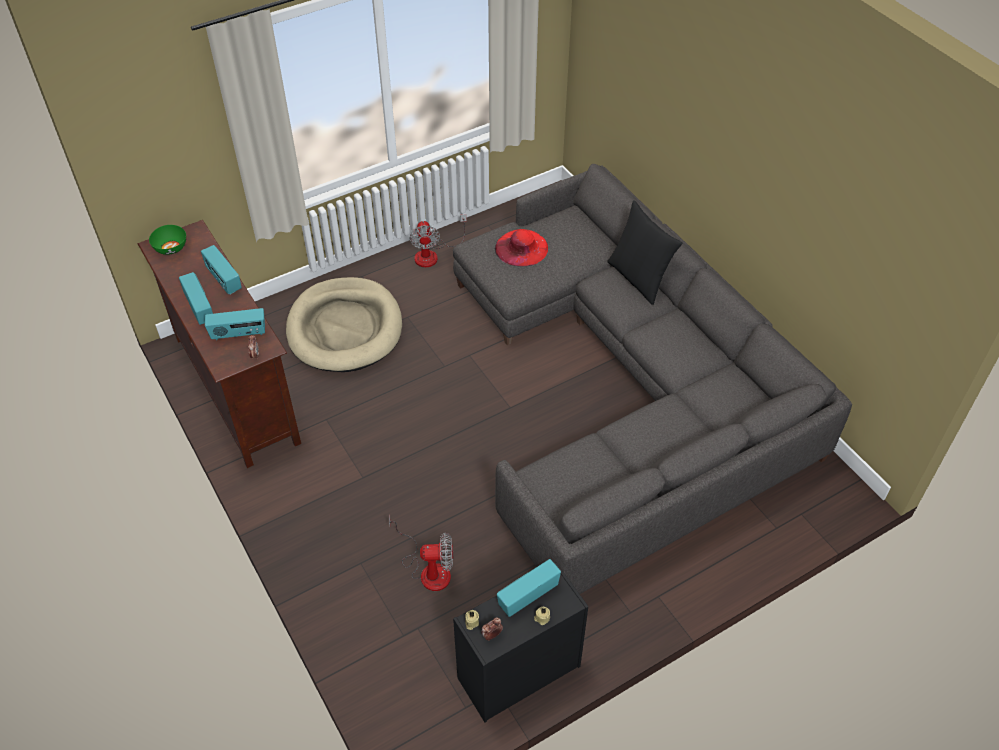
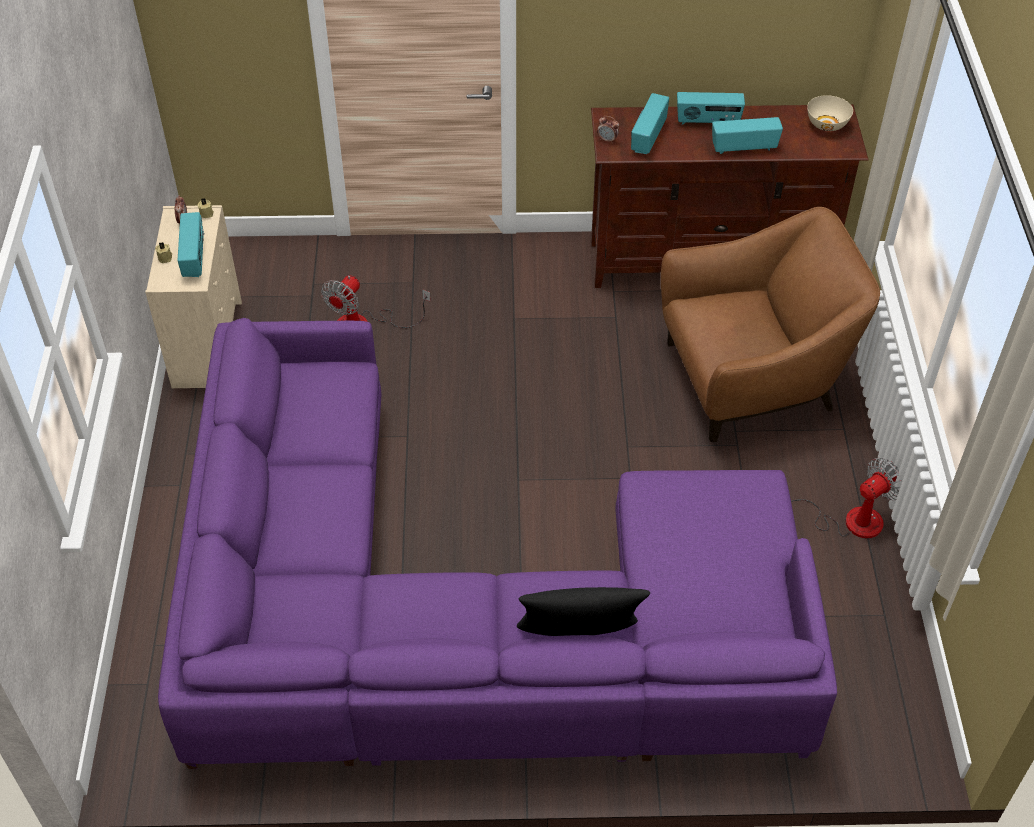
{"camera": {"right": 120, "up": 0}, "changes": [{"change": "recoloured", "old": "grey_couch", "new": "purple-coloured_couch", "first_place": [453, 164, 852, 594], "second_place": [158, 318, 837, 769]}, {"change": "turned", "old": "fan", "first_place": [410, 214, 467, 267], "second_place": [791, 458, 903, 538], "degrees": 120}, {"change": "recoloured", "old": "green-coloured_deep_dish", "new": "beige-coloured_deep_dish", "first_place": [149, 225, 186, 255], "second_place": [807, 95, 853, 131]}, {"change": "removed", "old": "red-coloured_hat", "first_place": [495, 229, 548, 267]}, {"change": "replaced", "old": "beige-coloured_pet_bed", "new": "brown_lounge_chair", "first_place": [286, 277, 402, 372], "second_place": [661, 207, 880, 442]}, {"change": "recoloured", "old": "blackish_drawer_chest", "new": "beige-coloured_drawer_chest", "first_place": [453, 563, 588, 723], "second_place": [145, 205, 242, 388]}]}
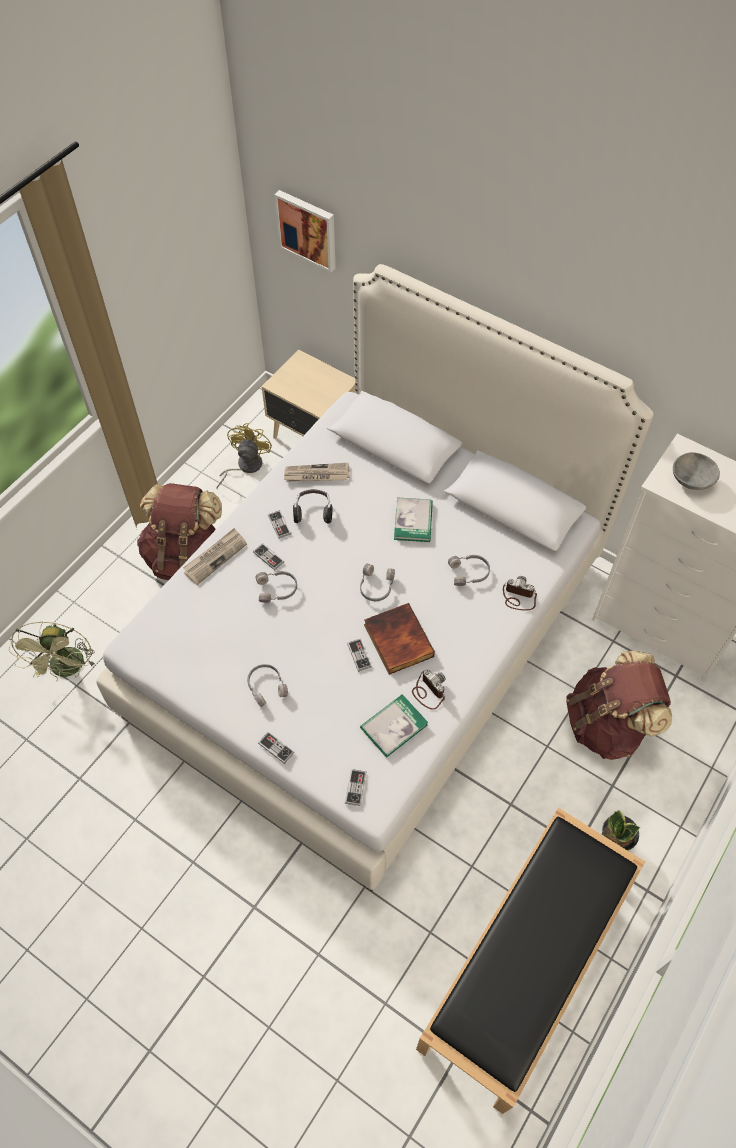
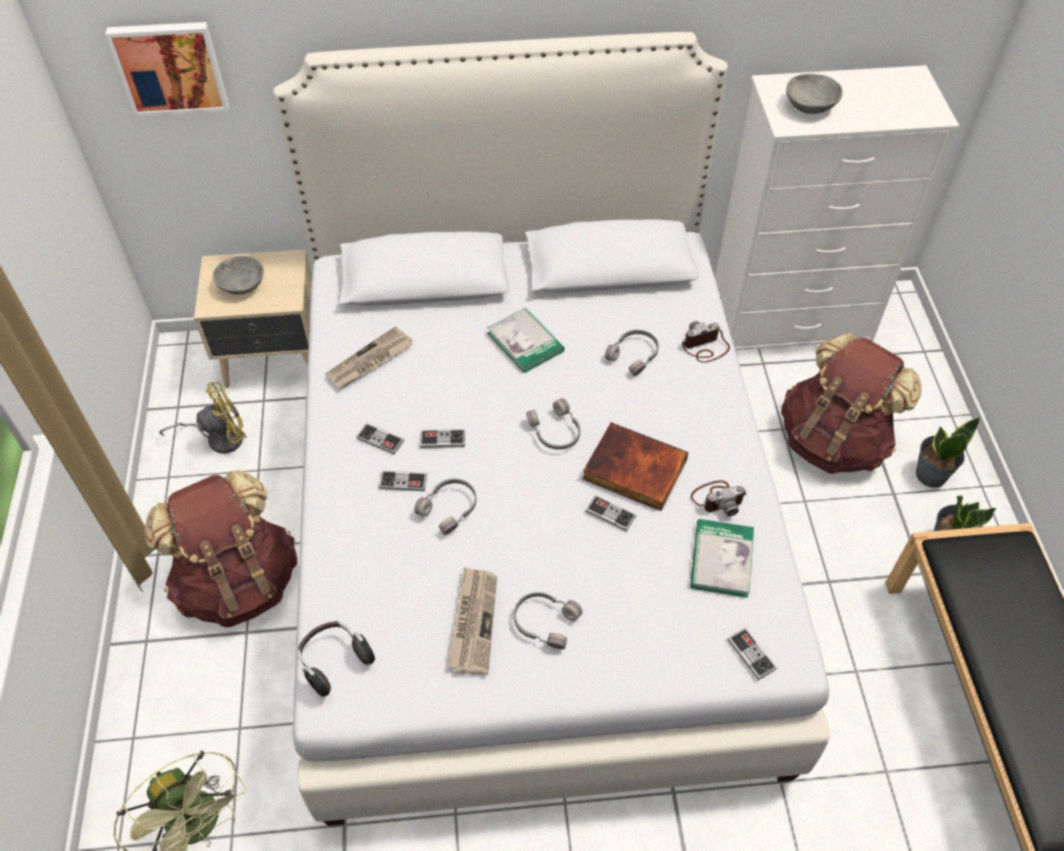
{"camera": {"right": -40, "up": -5}, "changes": [{"change": "turned", "old": "yellow_fan", "first_place": [216, 423, 272, 489], "second_place": [159, 382, 247, 454], "degrees": 90}, {"change": "moved", "old": "headset", "first_place": [293, 489, 333, 524], "second_place": [298, 621, 375, 697]}, {"change": "moved", "old": "printed_paper", "first_place": [183, 528, 247, 585], "second_place": [448, 567, 497, 675]}, {"change": "turned", "old": "photo_camera", "first_place": [412, 670, 446, 710], "second_place": [691, 480, 747, 516], "degrees": 150}, {"change": "moved", "old": "gamepad", "first_place": [258, 732, 295, 764], "second_place": [420, 429, 465, 448]}, {"change": "added", "new": "grey_deep_dish", "second_place": [213, 256, 264, 295]}, {"change": "added", "new": "plant_in_a_pot", "second_place": [916, 417, 980, 488]}]}
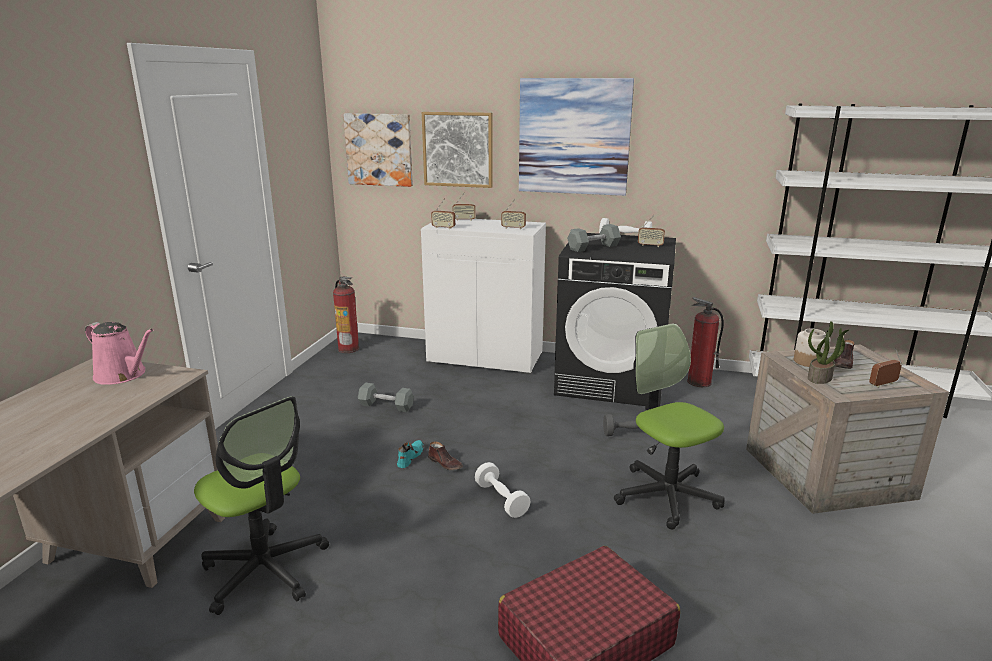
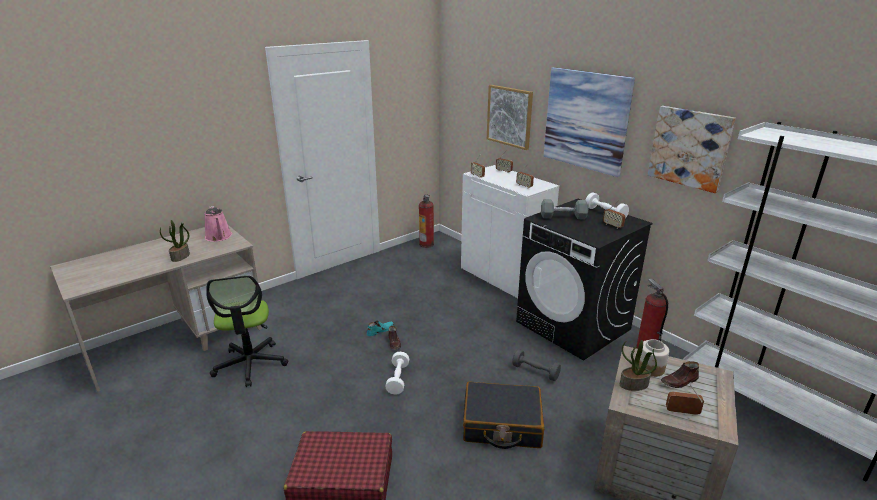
{"camera": {"right": 35, "up": 5}, "changes": [{"change": "moved", "old": "picture", "first_place": [343, 113, 413, 187], "second_place": [648, 106, 735, 193]}, {"change": "replaced", "old": "computer_chair", "new": "blackish_travel_case", "first_place": [614, 323, 725, 530], "second_place": [463, 381, 544, 449]}, {"change": "removed", "old": "grey_free_weight", "first_place": [358, 383, 414, 412]}, {"change": "added", "new": "plant_in_a_pot", "second_place": [160, 220, 190, 262]}]}
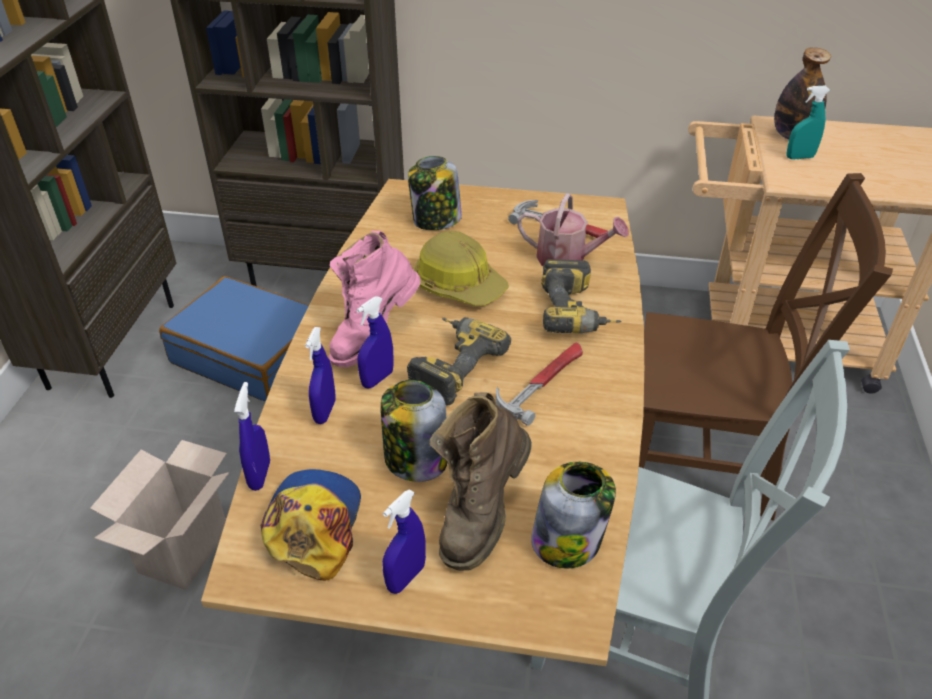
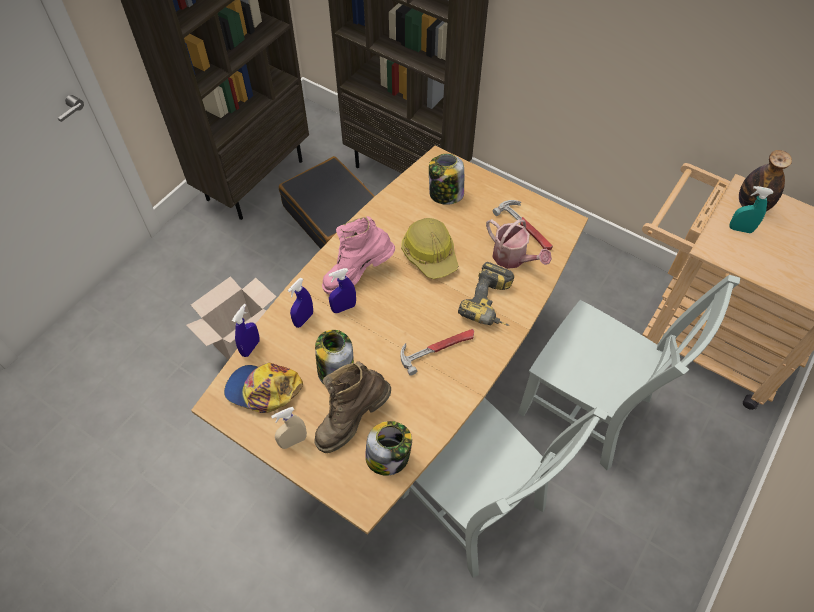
{"camera": {"right": 25, "up": 15}, "changes": [{"change": "recoloured", "old": "brown_plain_chair", "new": "grey_plain_chair", "first_place": [639, 173, 893, 521], "second_place": [518, 275, 740, 470]}, {"change": "recoloured", "old": "blue_travel_case", "new": "blackish_travel_case", "first_place": [159, 276, 309, 402], "second_place": [279, 156, 375, 249]}, {"change": "removed", "old": "drill", "first_place": [407, 317, 511, 405]}, {"change": "turned", "old": "peaked_cap", "first_place": [260, 469, 361, 581], "second_place": [224, 363, 303, 413], "degrees": -105}, {"change": "recoloured", "old": "blue_sprayer", "new": "beige-coloured_sprayer", "first_place": [382, 489, 426, 594], "second_place": [271, 407, 307, 449]}]}
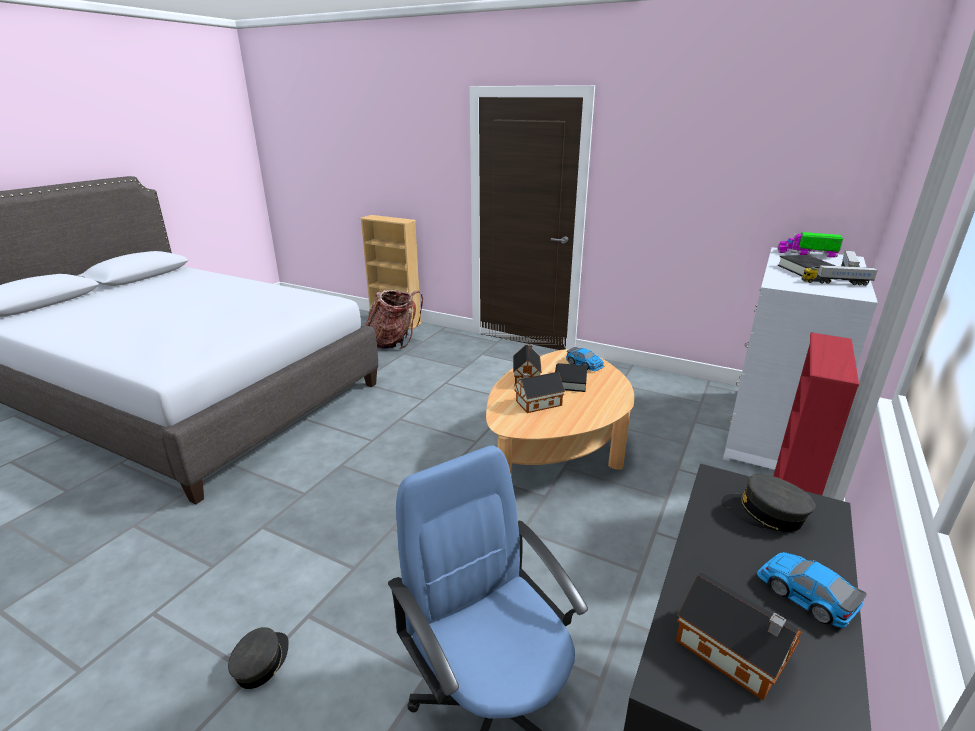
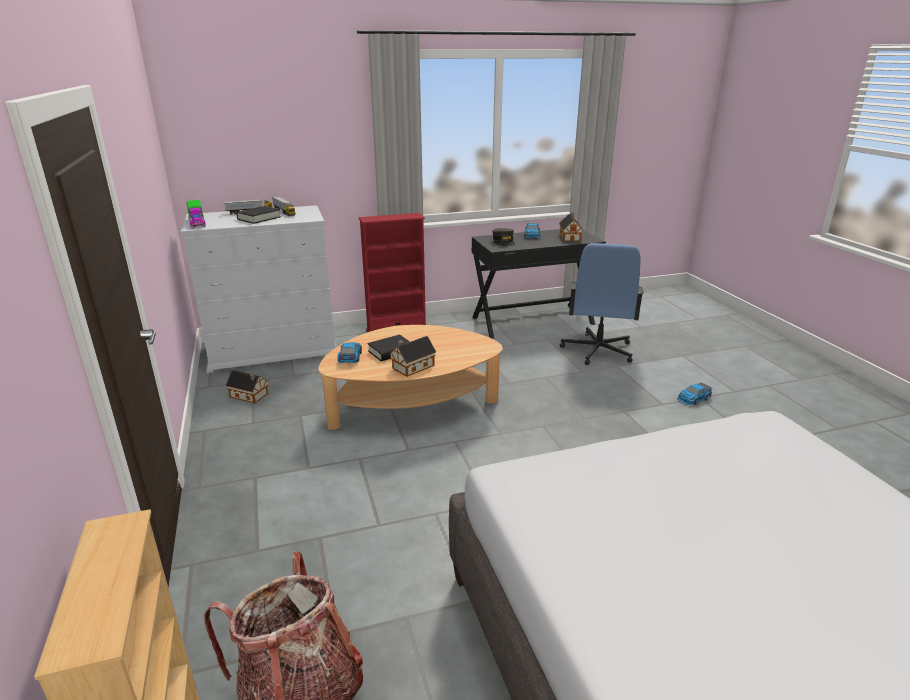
{"camera": {"right": -135, "up": 0}, "changes": [{"change": "moved", "old": "toy_house", "first_place": [514, 372, 565, 413], "second_place": [226, 370, 269, 403]}, {"change": "replaced", "old": "grey_peaked_cap", "new": "toy_car", "first_place": [228, 627, 289, 689], "second_place": [677, 383, 712, 405]}]}
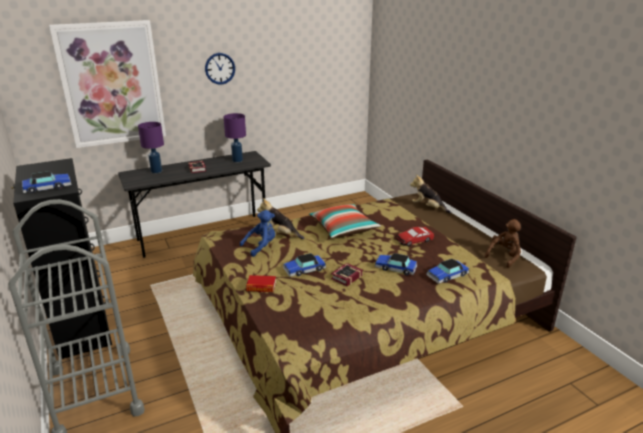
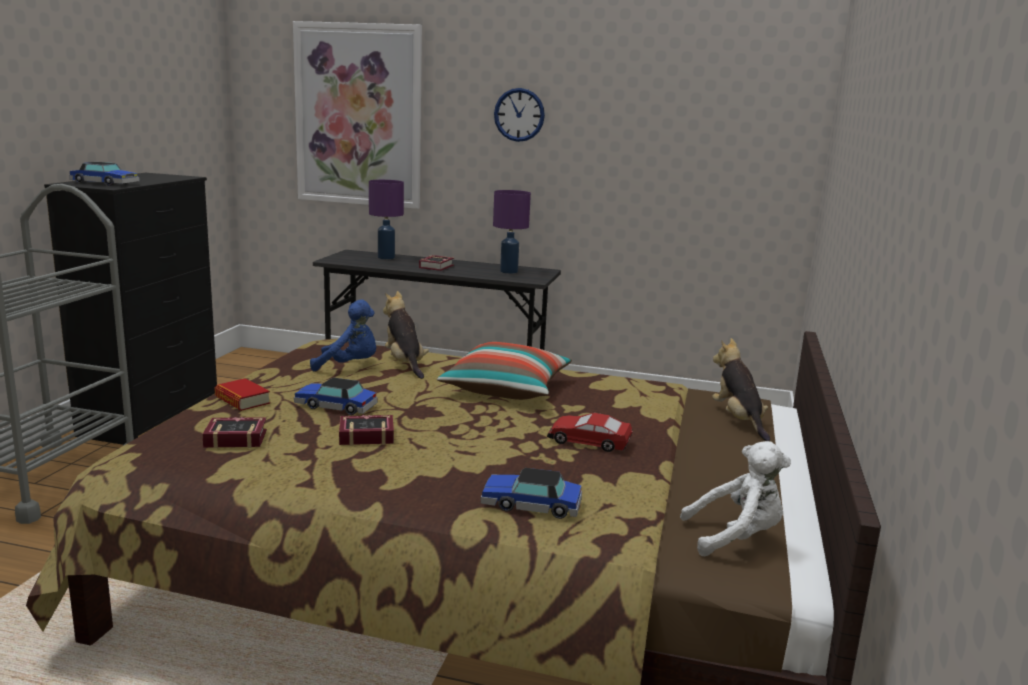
{"camera": {"right": 40, "up": -10}, "changes": [{"change": "recoloured", "old": "brown_soft_toy", "new": "white-coloured_soft_toy", "first_place": [485, 219, 521, 268], "second_place": [680, 441, 791, 556]}, {"change": "removed", "old": "toy_car", "first_place": [375, 253, 417, 275]}, {"change": "added", "new": "book", "second_place": [202, 417, 267, 448]}]}
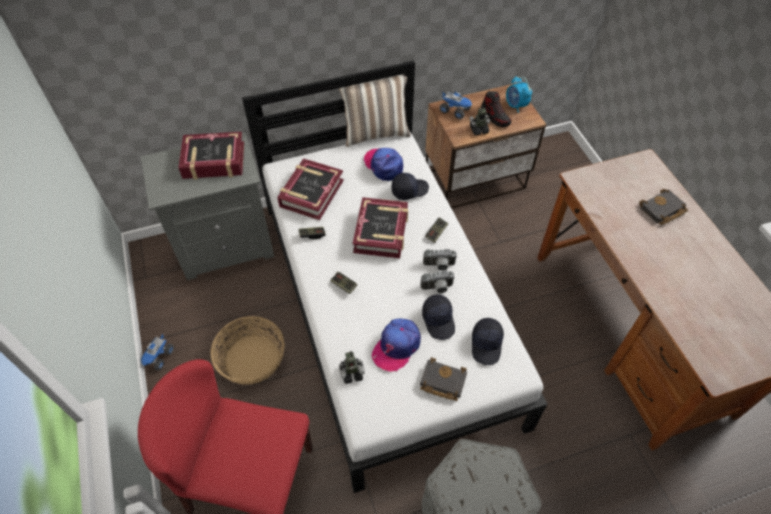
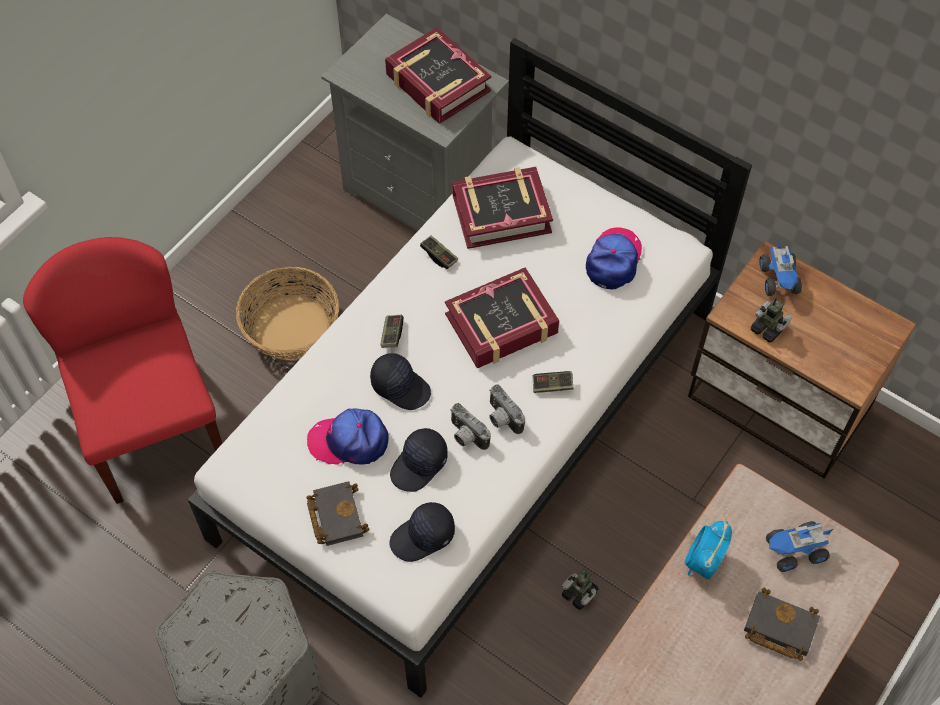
{"camera": {"right": 55, "up": 5}, "changes": [{"change": "removed", "old": "cushion", "first_place": [338, 74, 411, 147]}, {"change": "moved", "old": "bedside_clock", "first_place": [506, 76, 532, 113], "second_place": [685, 521, 732, 579]}, {"change": "removed", "old": "low_shoe", "first_place": [481, 91, 511, 127]}, {"change": "moved", "old": "blackish_peaked_cap", "first_place": [392, 173, 429, 200], "second_place": [370, 353, 431, 410]}, {"change": "moved", "old": "toy_truck", "first_place": [141, 333, 174, 370], "second_place": [766, 521, 833, 572]}, {"change": "moved", "old": "model_robot", "first_place": [339, 351, 365, 384], "second_place": [562, 569, 599, 610]}]}
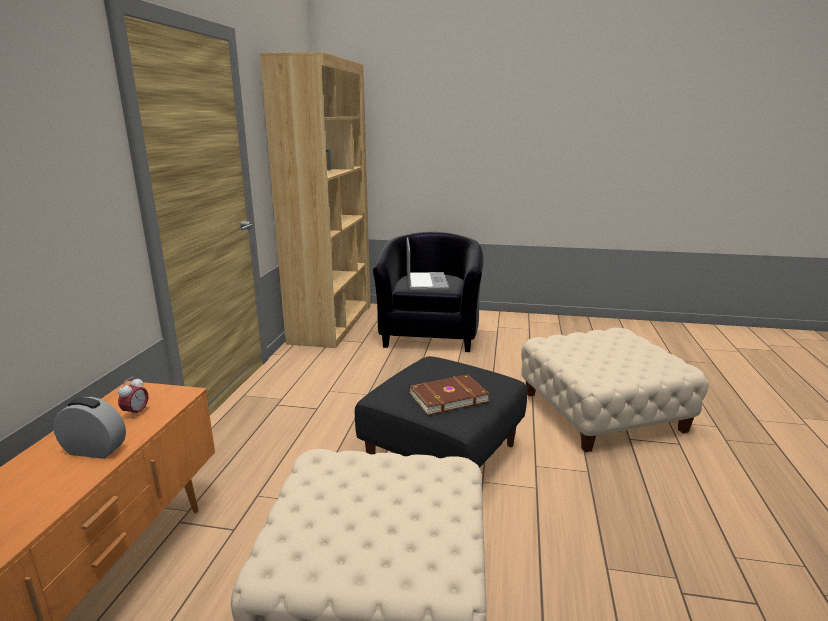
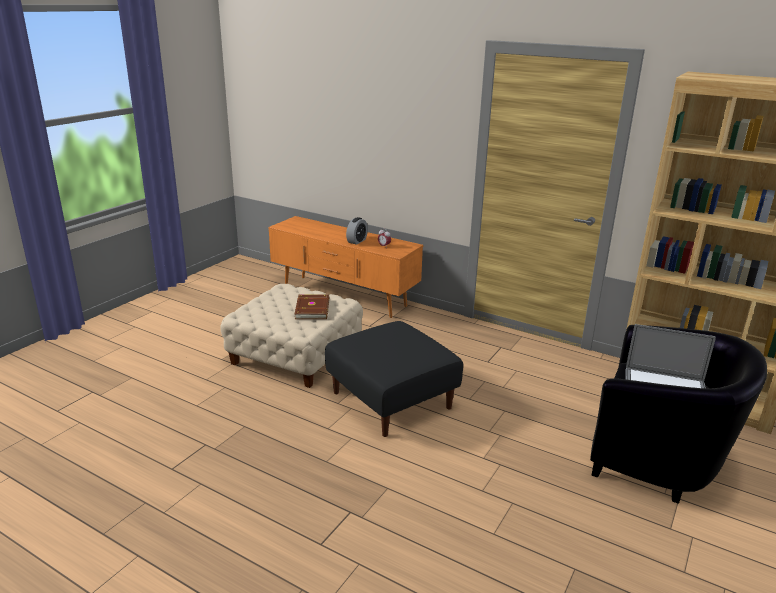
{"camera": {"right": 110, "up": 5}, "changes": [{"change": "removed", "old": "beige-coloured_ottoman", "first_place": [521, 328, 709, 452]}, {"change": "moved", "old": "brown_book", "first_place": [409, 374, 490, 415], "second_place": [295, 294, 329, 319]}]}
